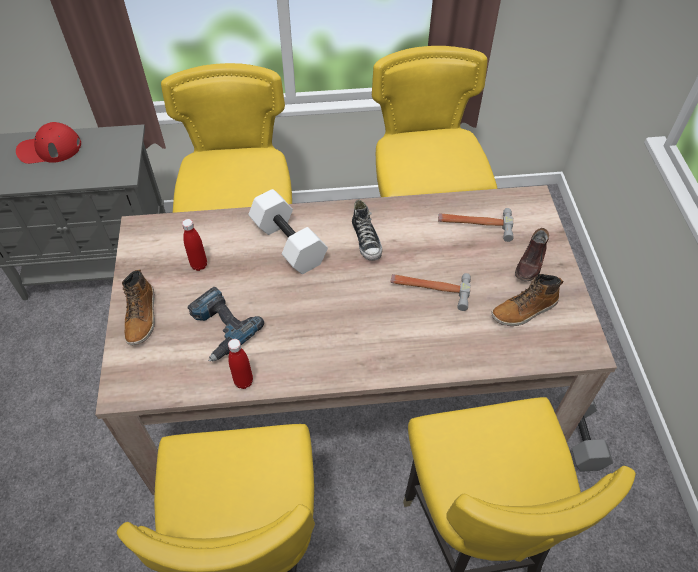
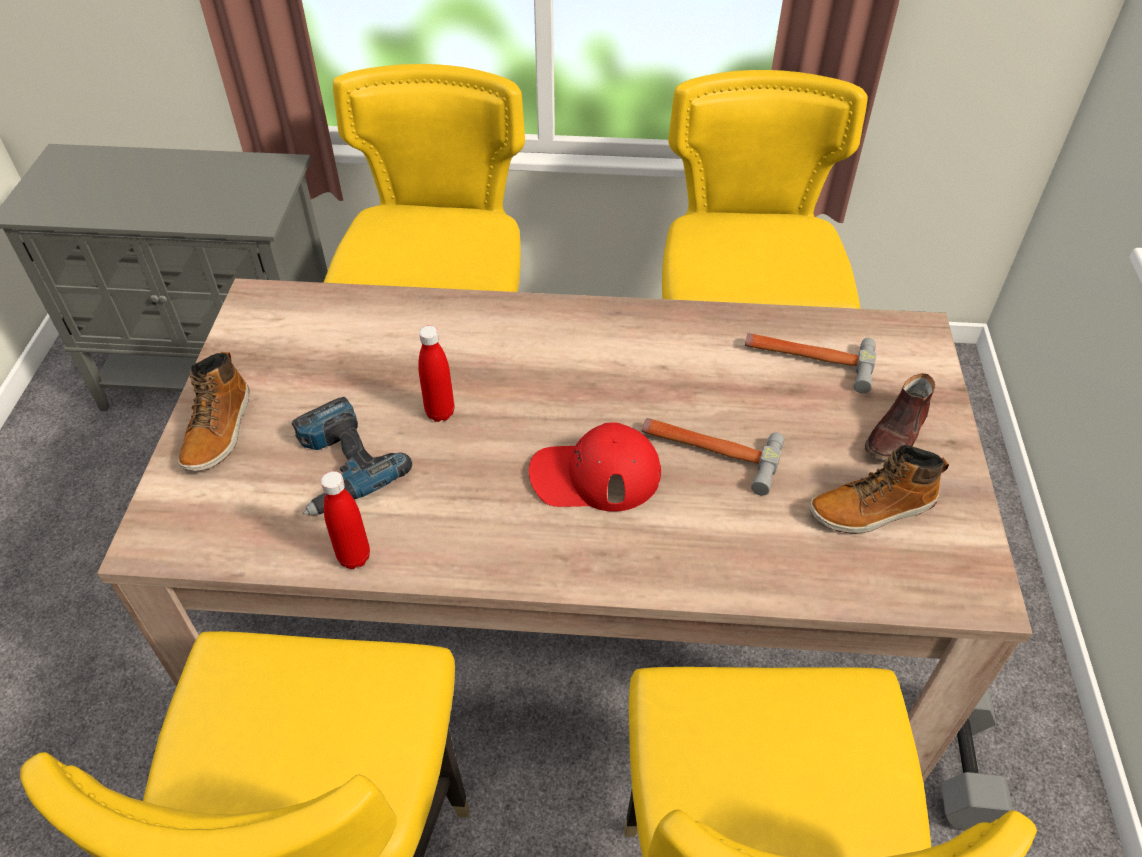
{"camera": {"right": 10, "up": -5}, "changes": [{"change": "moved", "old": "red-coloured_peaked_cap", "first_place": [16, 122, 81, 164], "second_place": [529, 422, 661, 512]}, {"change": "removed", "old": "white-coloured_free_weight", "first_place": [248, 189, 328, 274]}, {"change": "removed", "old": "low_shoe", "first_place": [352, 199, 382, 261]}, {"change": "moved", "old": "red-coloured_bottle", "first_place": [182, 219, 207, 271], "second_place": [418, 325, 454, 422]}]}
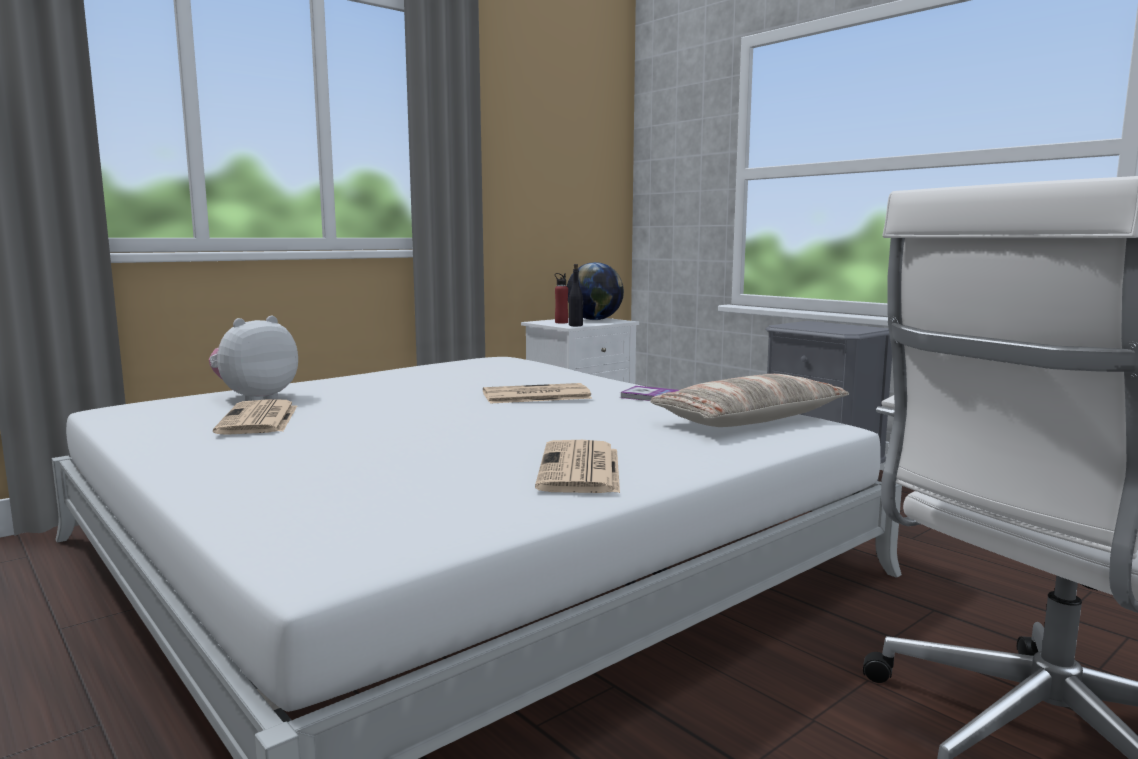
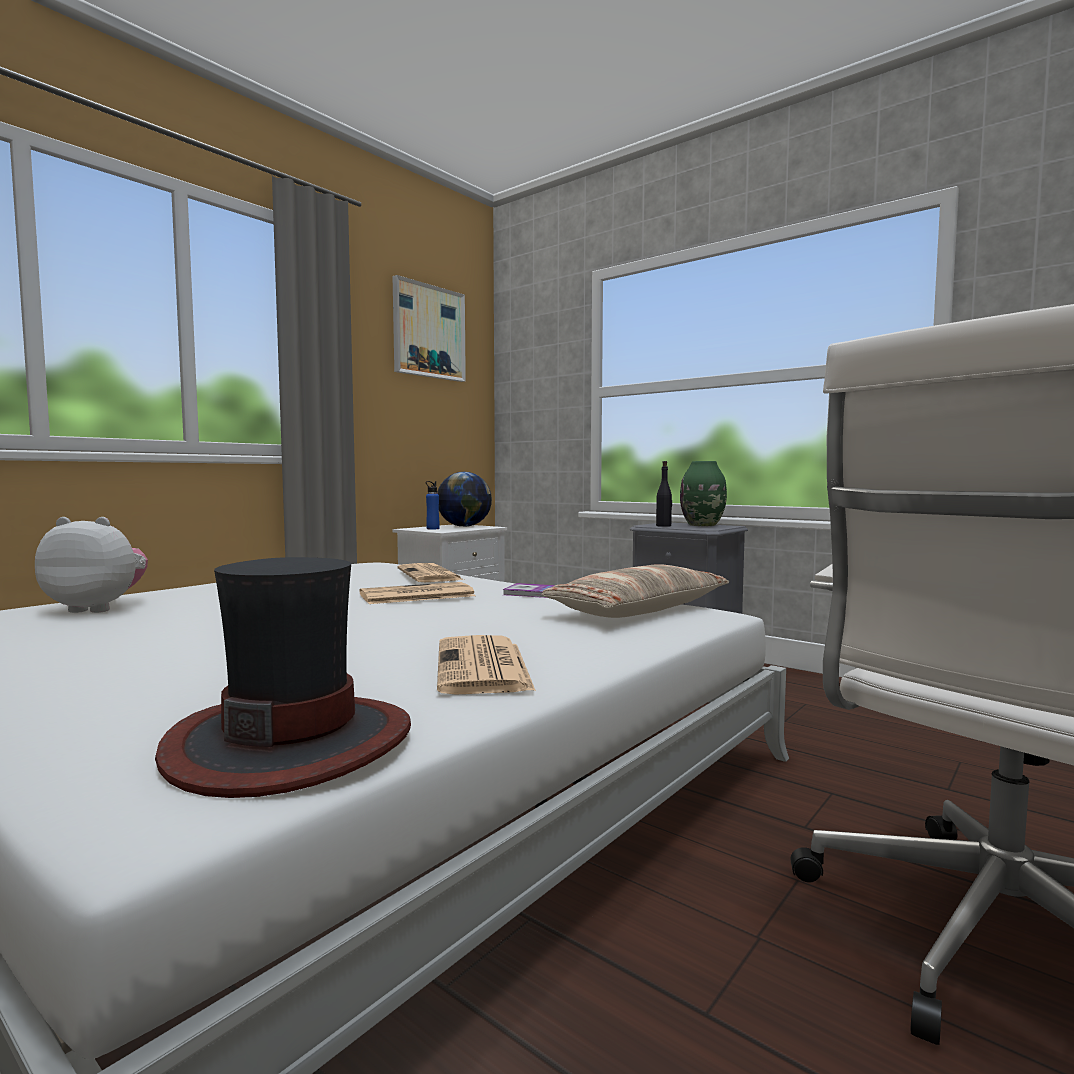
{"camera": {"right": -10, "up": -5}, "changes": [{"change": "moved", "old": "blackish_bottle", "first_place": [569, 264, 583, 326], "second_place": [656, 461, 672, 527]}, {"change": "recoloured", "old": "red-coloured_bottle", "new": "blue_bottle", "first_place": [555, 273, 568, 323], "second_place": [426, 481, 440, 530]}, {"change": "turned", "old": "soft_toy", "first_place": [209, 316, 298, 401], "second_place": [35, 517, 148, 613], "degrees": 60}, {"change": "moved", "old": "printed_paper", "first_place": [213, 399, 297, 435], "second_place": [397, 563, 464, 582]}, {"change": "added", "new": "picture", "second_place": [392, 275, 466, 382]}, {"change": "added", "new": "green-coloured_decorative_vase", "second_place": [680, 461, 727, 526]}, {"change": "added", "new": "hat", "second_place": [155, 557, 411, 798]}]}
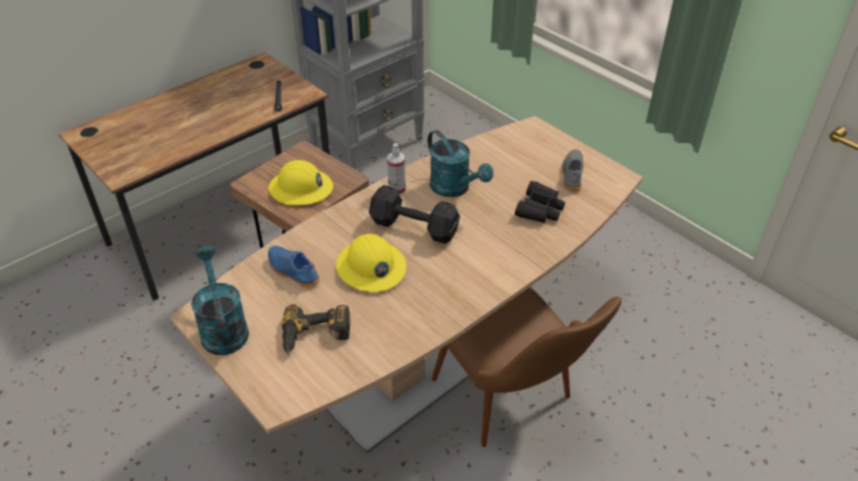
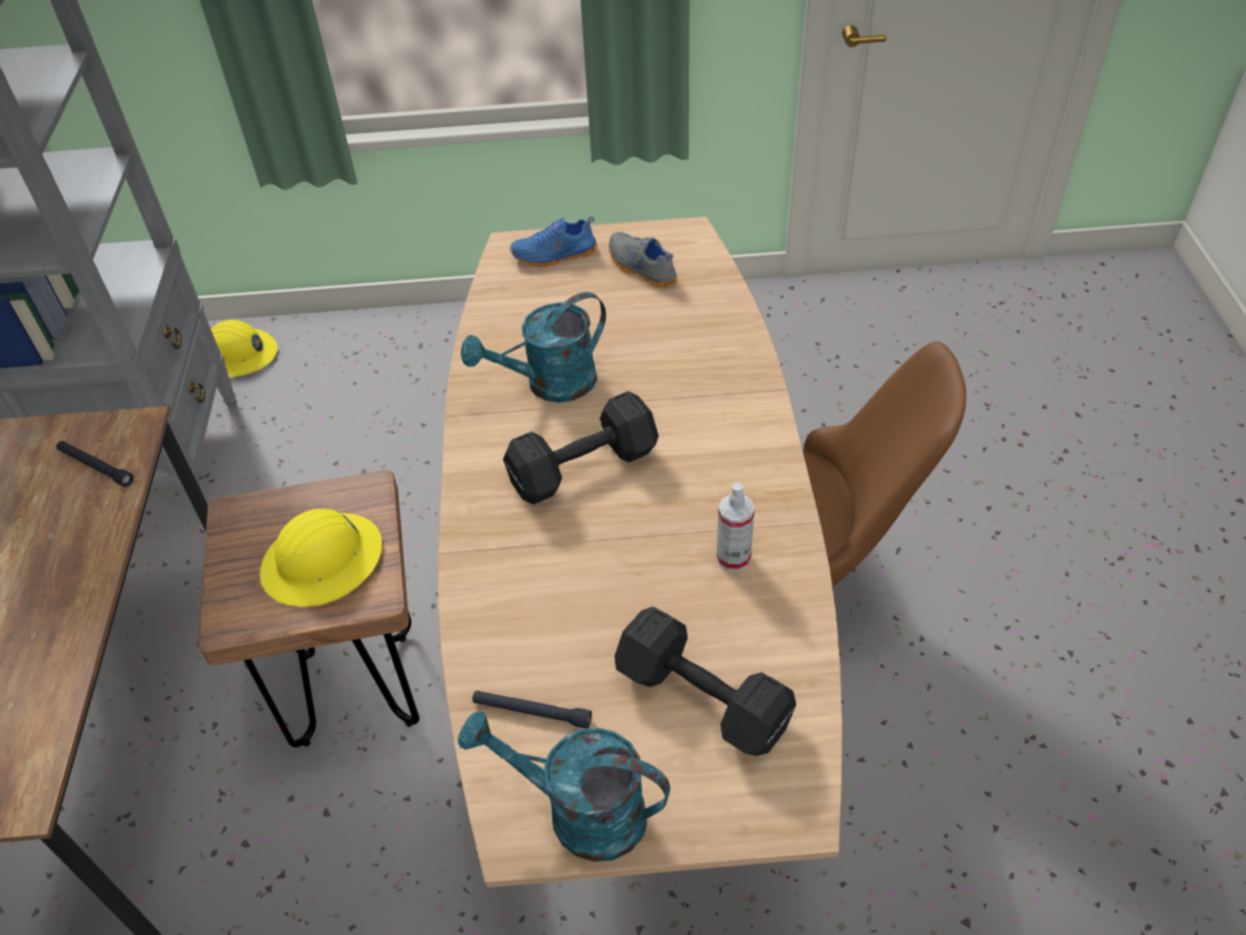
{"camera": {"right": -50, "up": 5}, "changes": [{"change": "turned", "old": "blue-green_watering_pot", "first_place": [428, 130, 493, 197], "second_place": [461, 292, 606, 402], "degrees": 150}, {"change": "moved", "old": "sprayer", "first_place": [387, 143, 406, 195], "second_place": [717, 482, 755, 571]}, {"change": "removed", "old": "blackish_pair_of_binoculars", "first_place": [515, 181, 565, 223]}, {"change": "moved", "old": "yellow_safety_helmet", "first_place": [336, 233, 406, 292], "second_place": [211, 320, 278, 377]}, {"change": "moved", "old": "blue_low_shoe", "first_place": [268, 246, 320, 287], "second_place": [510, 216, 597, 268]}, {"change": "replaced", "old": "drill", "new": "blackish_free_weight", "first_place": [282, 305, 350, 354], "second_place": [614, 607, 796, 756]}, {"change": "added", "new": "blackish_hand_torch", "second_place": [472, 690, 592, 729]}]}
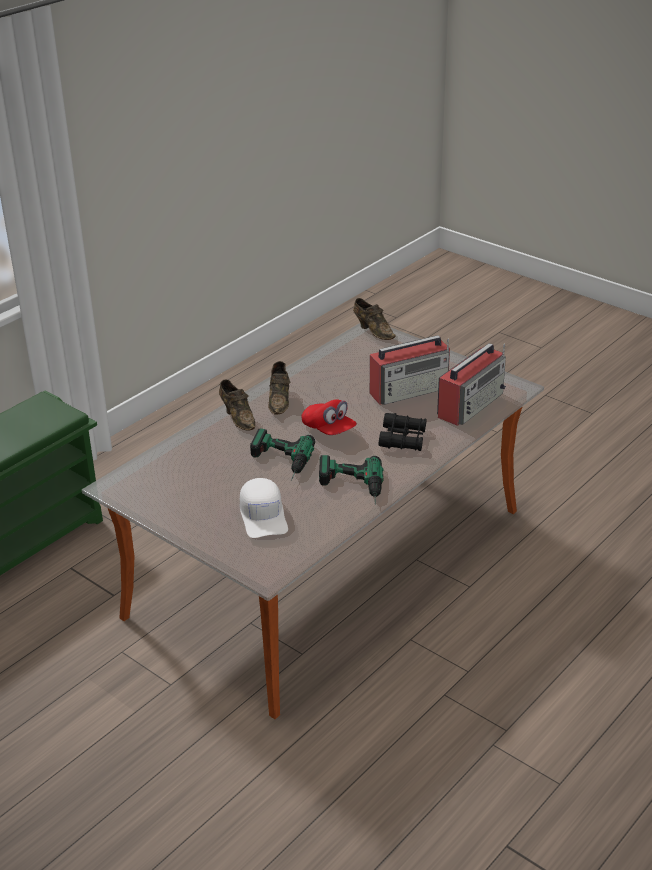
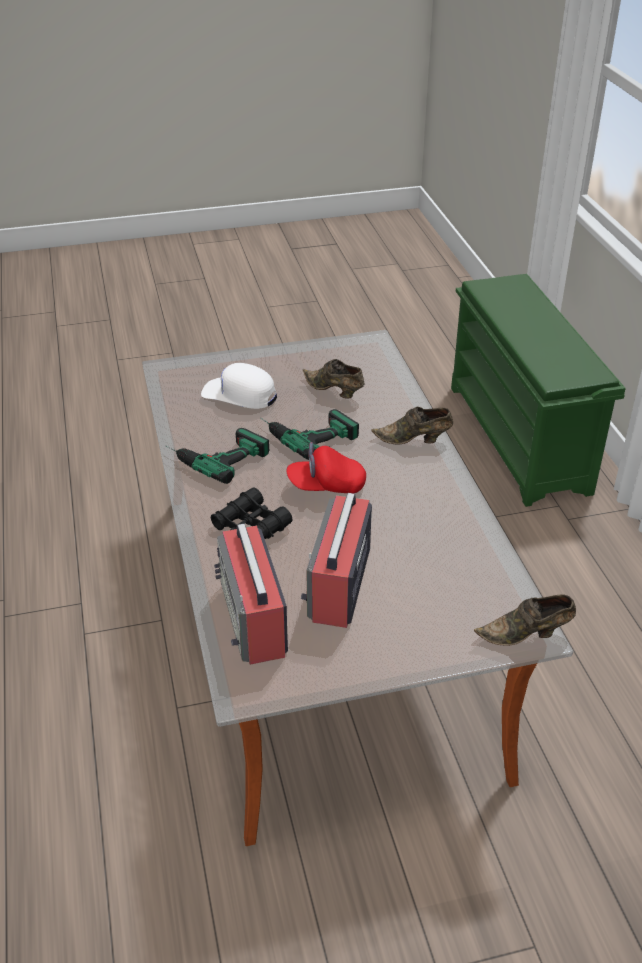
{"camera": {"right": 125, "up": 5}, "changes": [{"change": "moved", "old": "brown_low_shoe", "first_place": [268, 361, 291, 415], "second_place": [303, 359, 364, 399]}]}
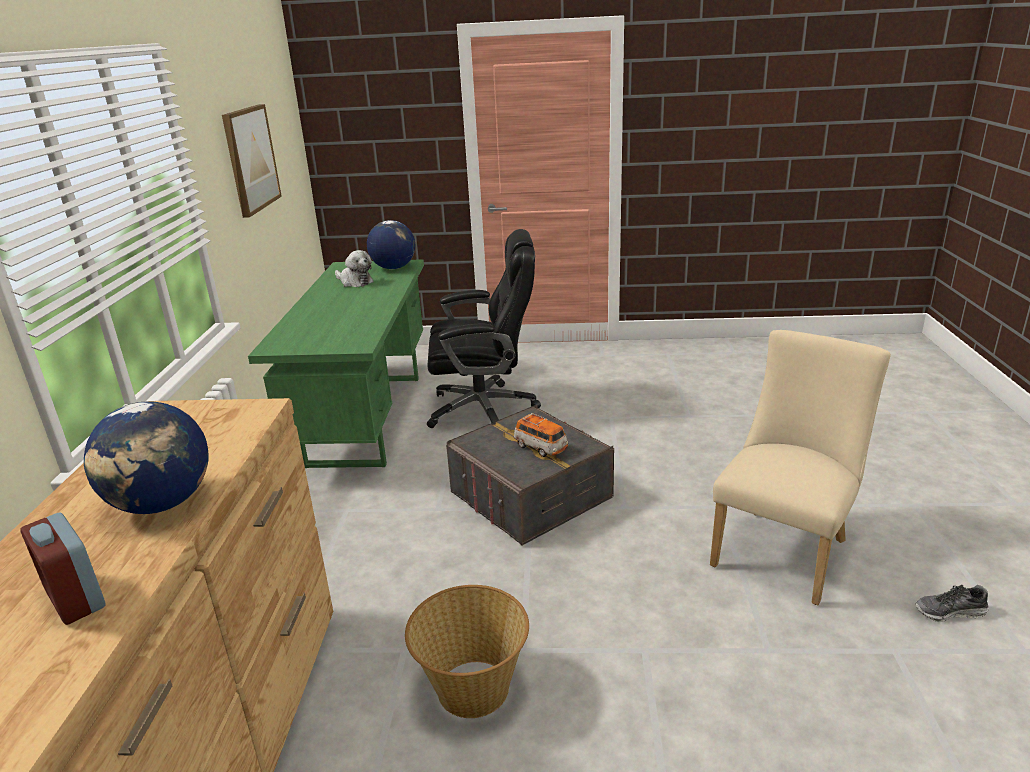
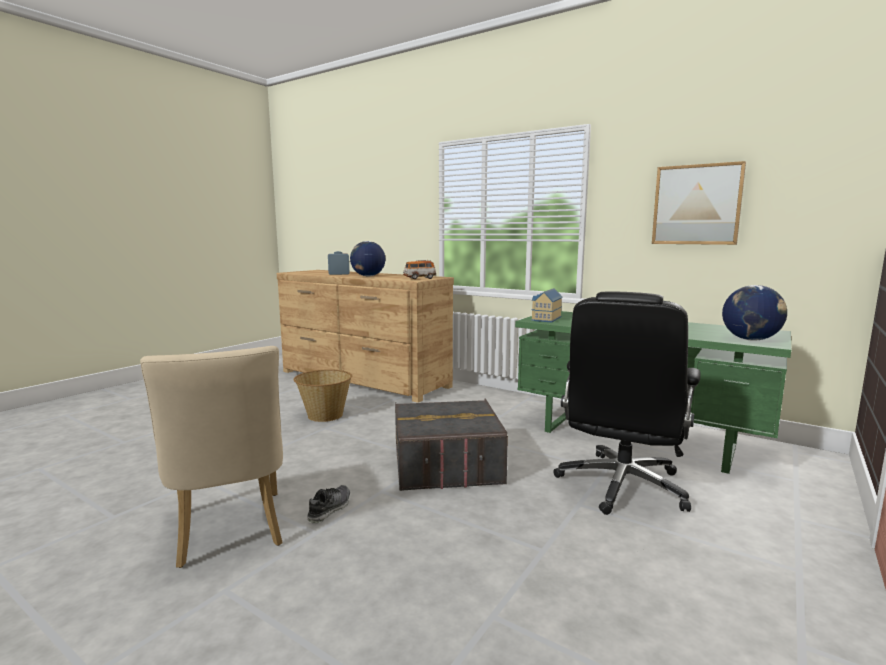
{"camera": {"right": 120, "up": -15}, "changes": [{"change": "removed", "old": "soft_toy", "first_place": [335, 250, 373, 287]}, {"change": "moved", "old": "toy_car", "first_place": [513, 413, 568, 457], "second_place": [403, 260, 437, 279]}, {"change": "moved", "old": "low_shoe", "first_place": [915, 585, 989, 621], "second_place": [307, 485, 351, 524]}, {"change": "added", "new": "toy_house", "second_place": [531, 288, 563, 322]}]}
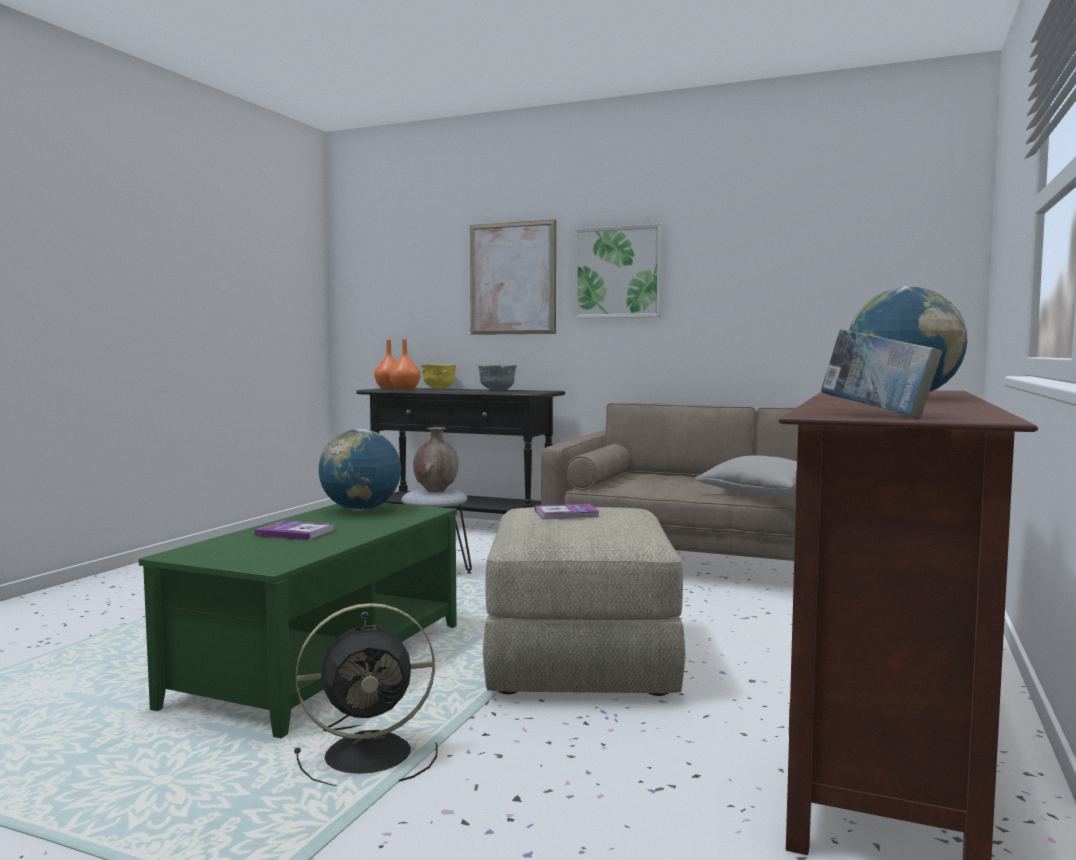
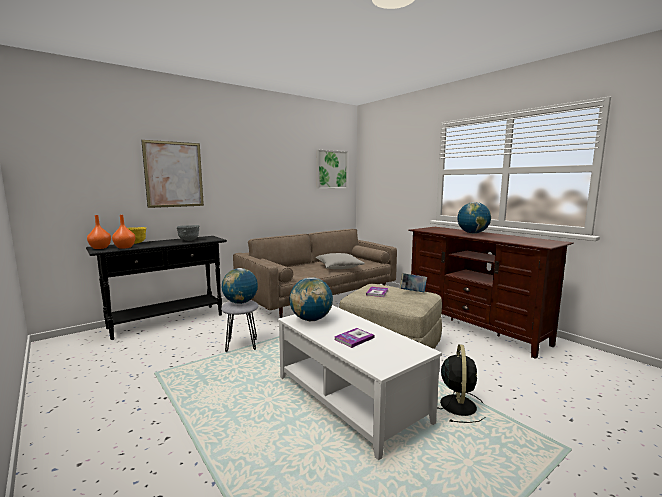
{"camera": {"right": -60, "up": 5}, "changes": [{"change": "moved", "old": "picture", "first_place": [574, 224, 663, 318], "second_place": [317, 150, 348, 189]}, {"change": "moved", "old": "book", "first_place": [821, 329, 942, 418], "second_place": [400, 273, 427, 292]}, {"change": "replaced", "old": "brown_decorative_vase", "new": "desk_globe", "first_place": [413, 427, 459, 492], "second_place": [222, 268, 258, 304]}, {"change": "recoloured", "old": "green-coloured_lounge_table", "new": "white-coloured_lounge_table", "first_place": [139, 503, 457, 738], "second_place": [278, 305, 442, 460]}]}
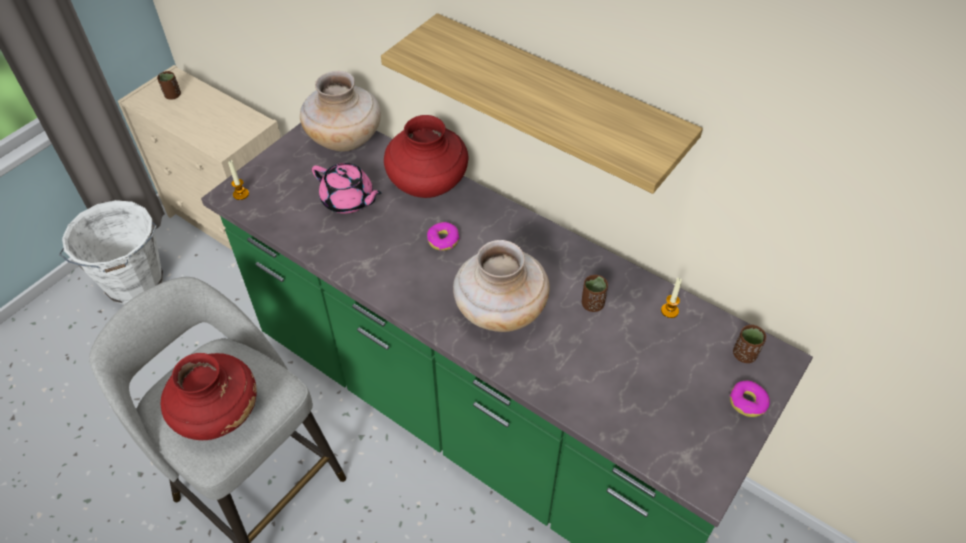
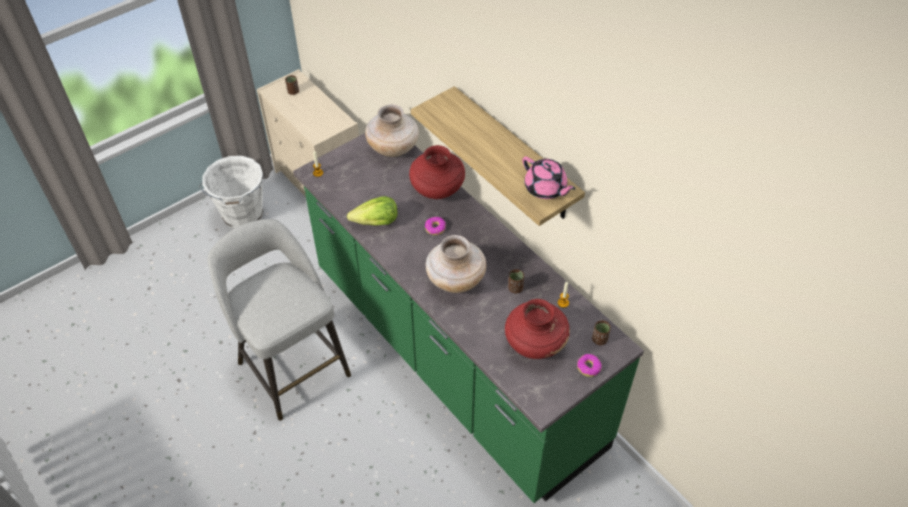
{"camera": {"right": 15, "up": 0}, "changes": [{"change": "moved", "old": "pinkish_pot_for_tea", "first_place": [312, 163, 382, 214], "second_place": [522, 157, 576, 199]}, {"change": "moved", "old": "red-coloured_decorative_vase", "first_place": [161, 353, 257, 440], "second_place": [505, 299, 570, 359]}, {"change": "added", "new": "head_of_lettuce", "second_place": [347, 196, 398, 226]}]}
